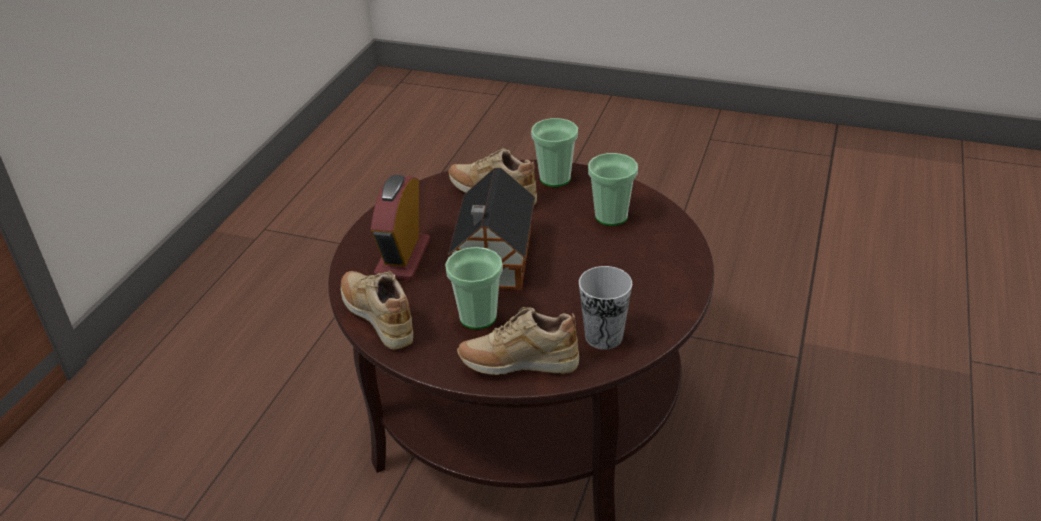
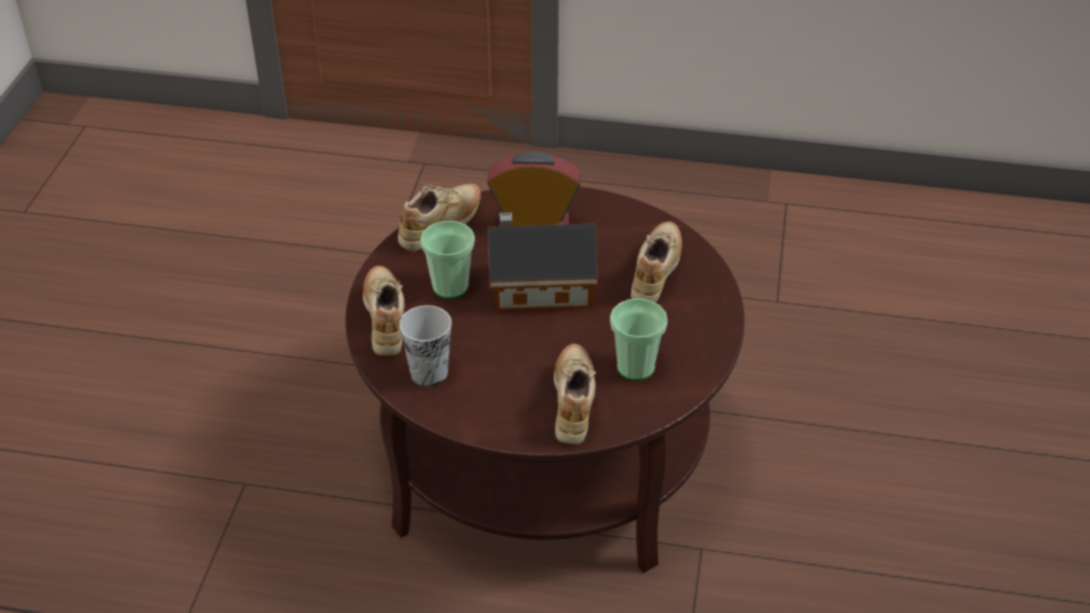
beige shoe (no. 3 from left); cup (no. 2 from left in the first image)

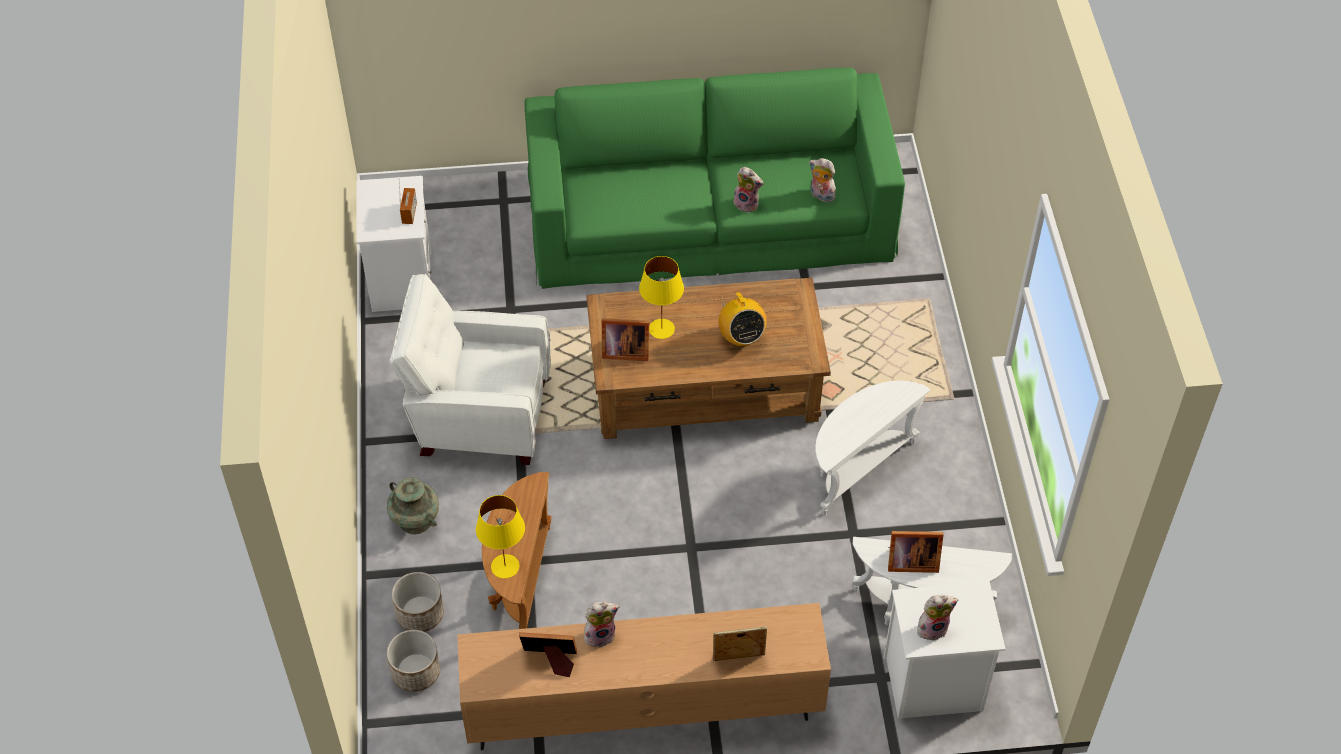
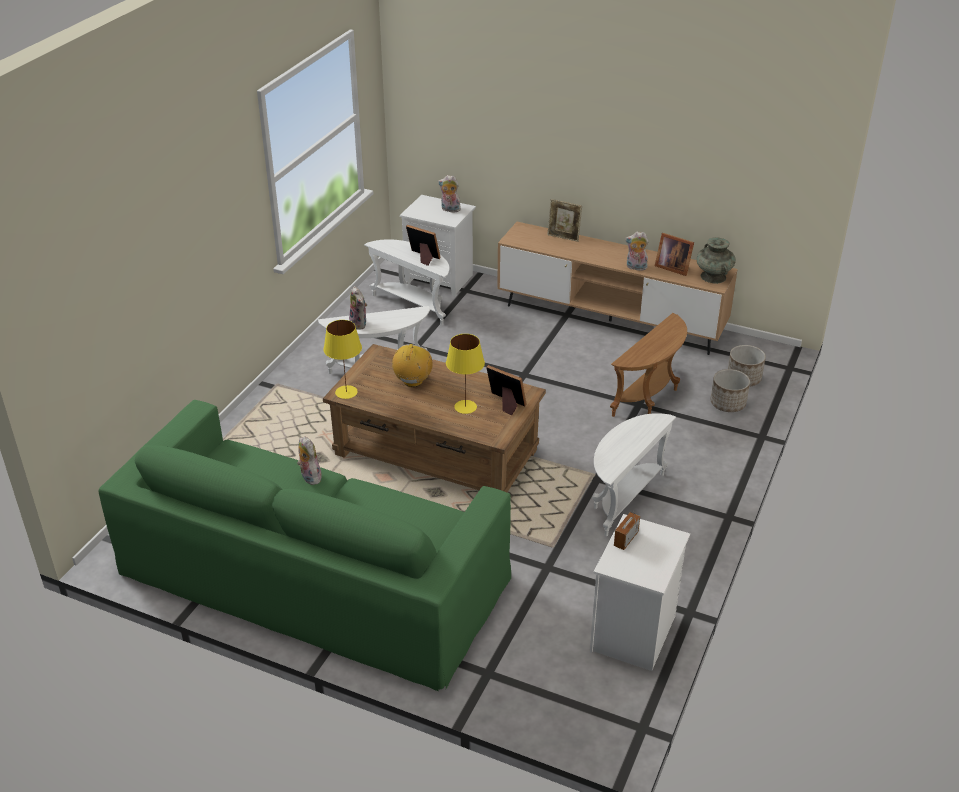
yellow table lamp (no. 1 from left); plush toy (no. 2 from left); white side table (no. 3 from left); turquoise vase

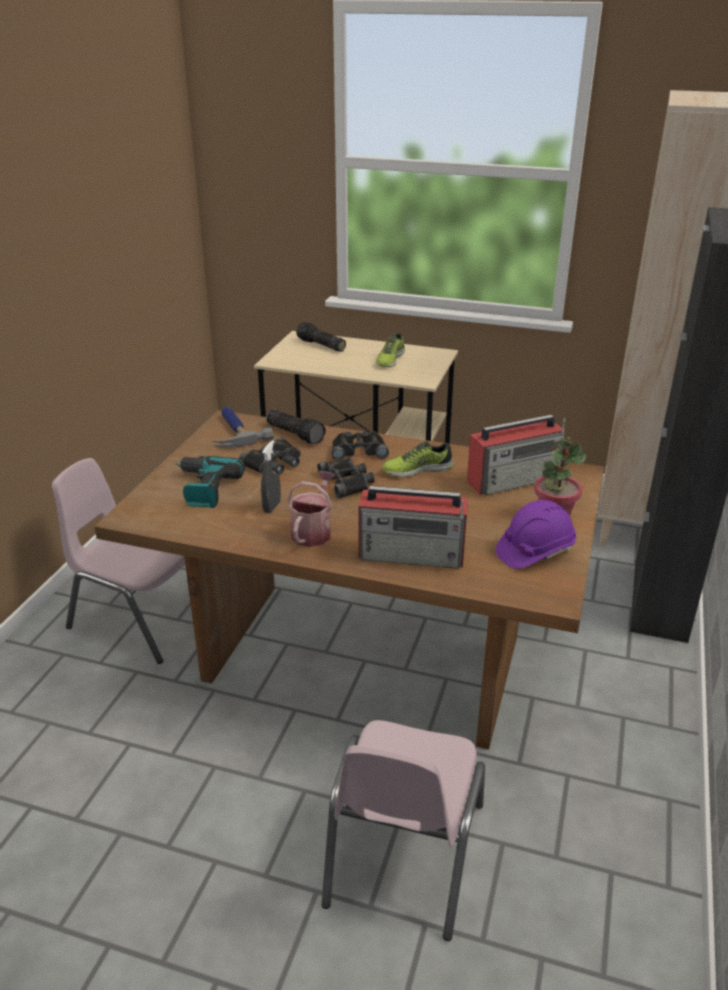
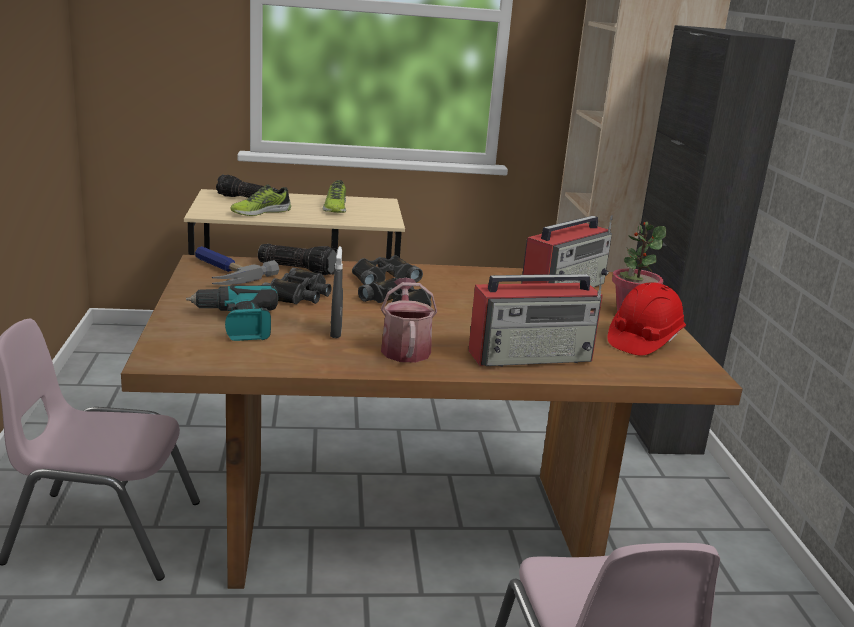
shoe (no. 1 from left); red hard hat

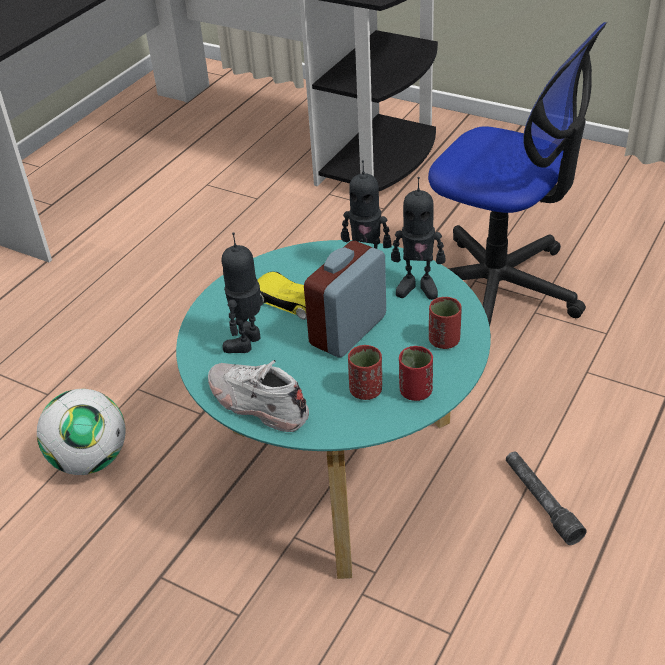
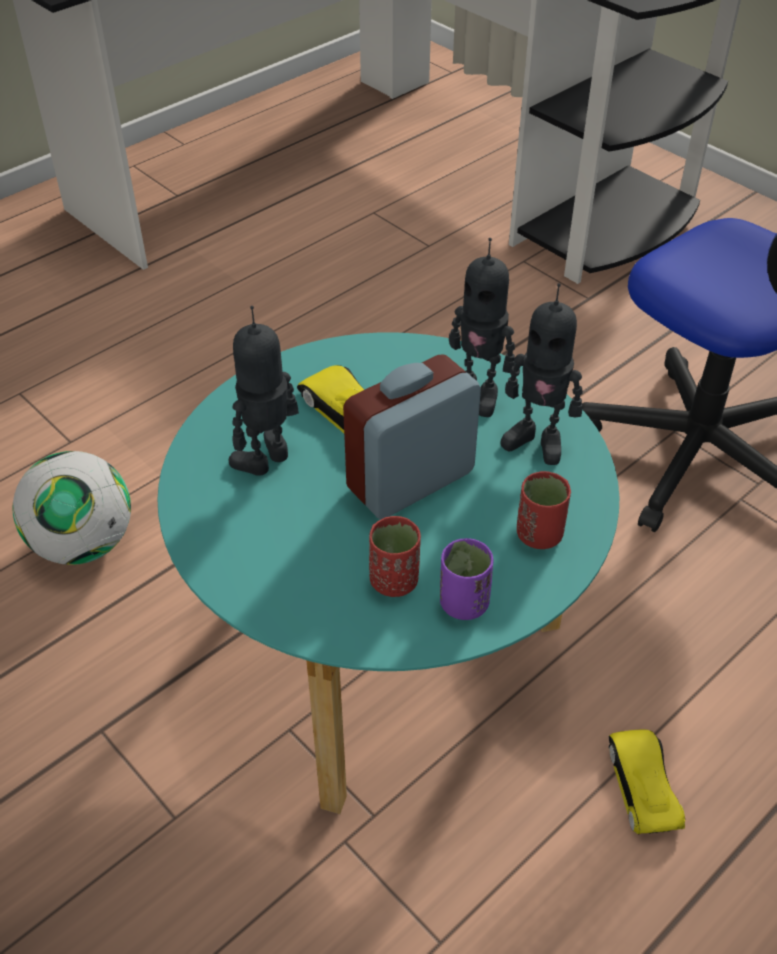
purple cup; yellow toy car (no. 2 from left); white shoe

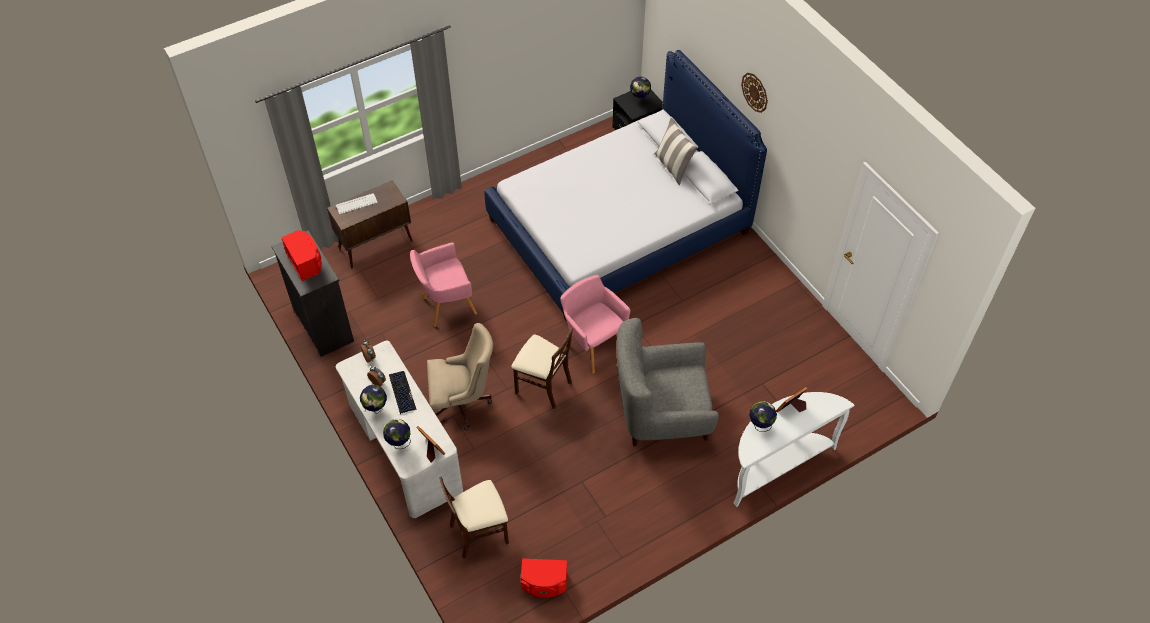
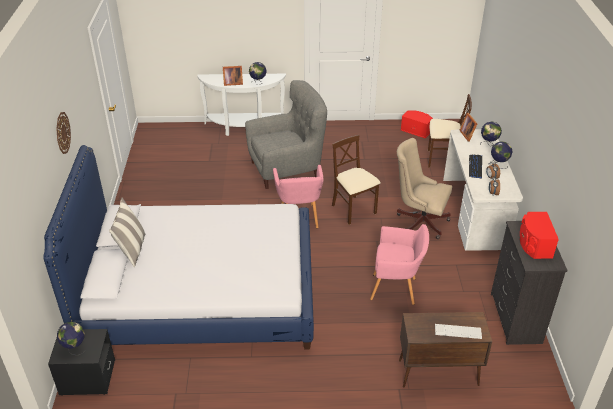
grey armchair

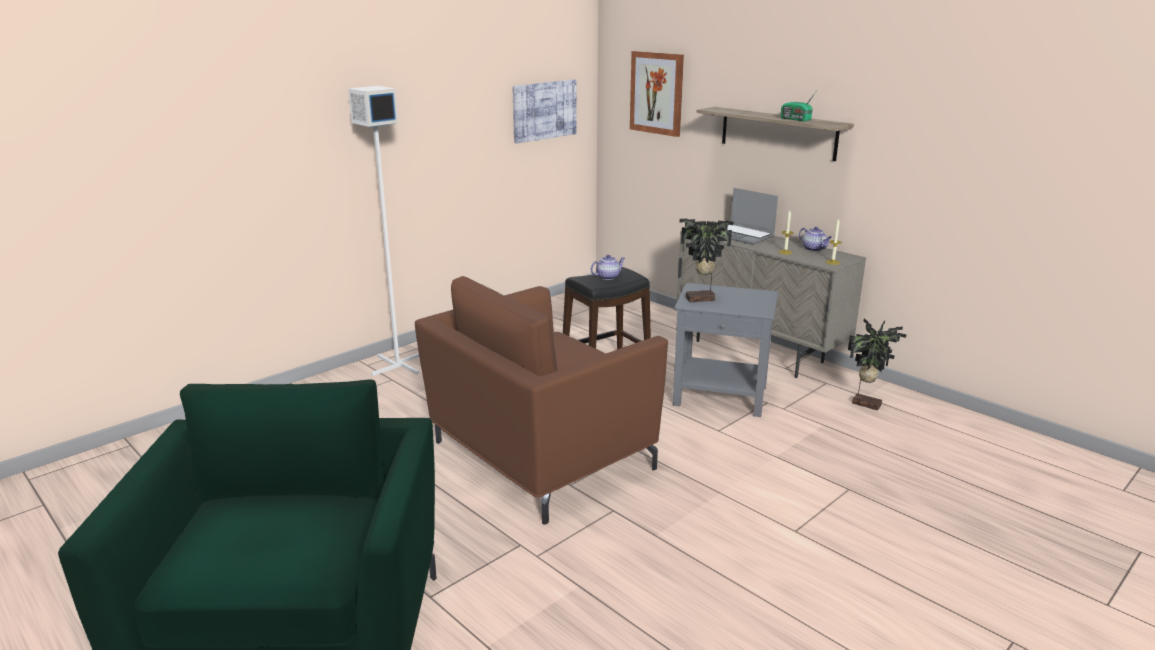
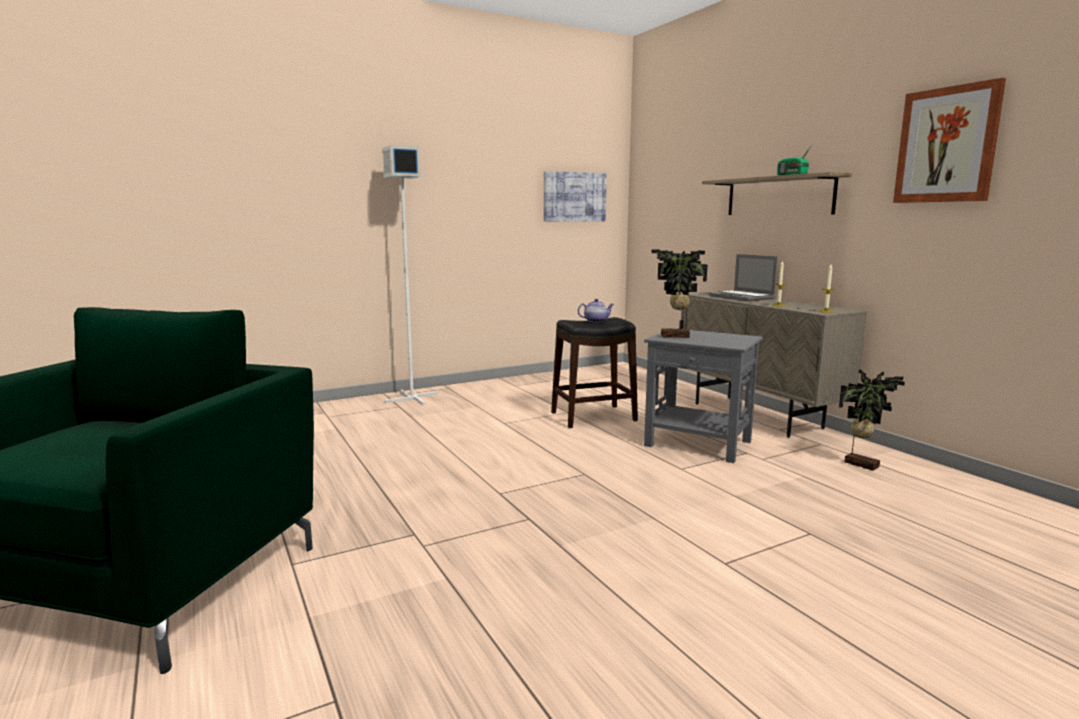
picture (no. 2 from left); brown armchair; teapot (no. 2 from left in the first image)

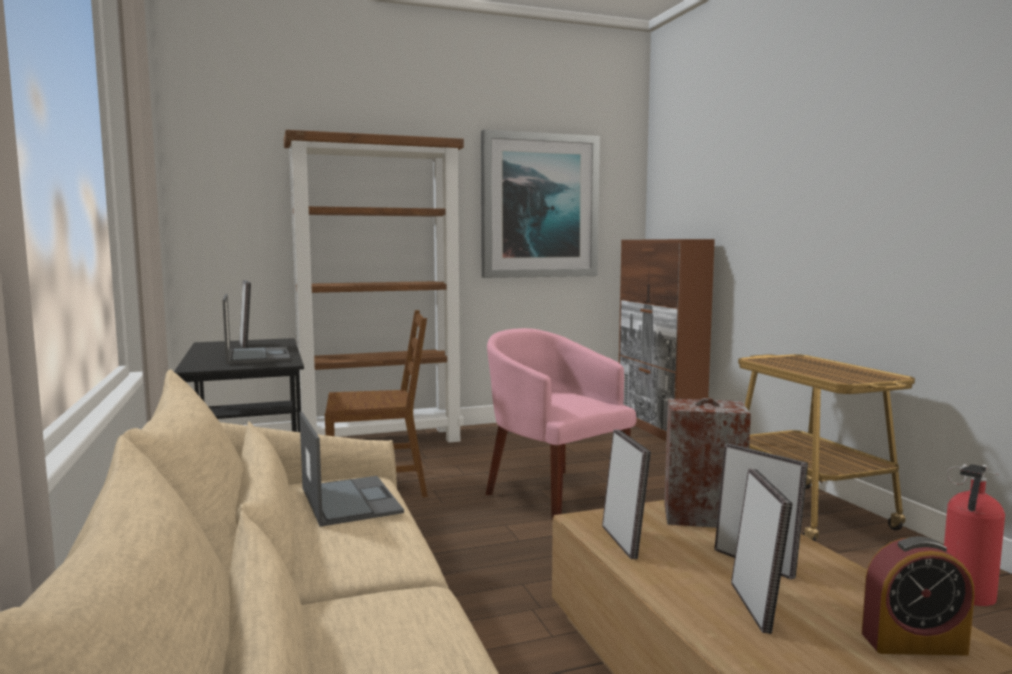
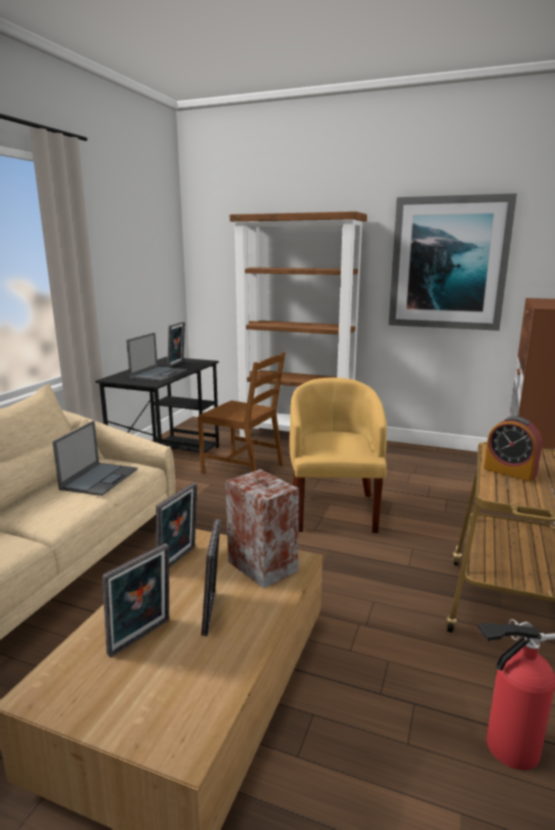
yellow armchair; alarm clock

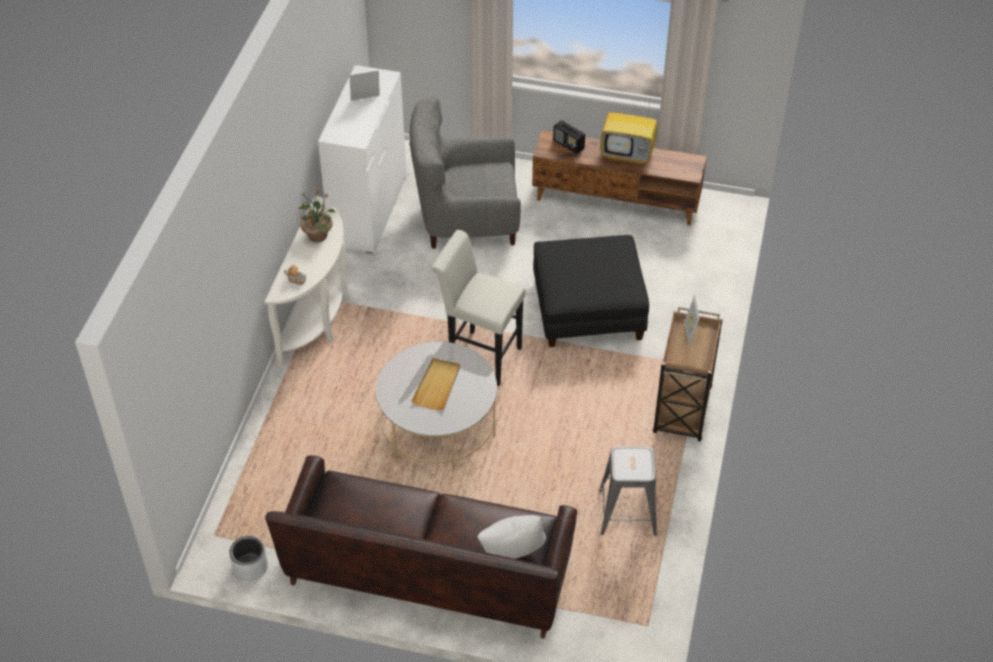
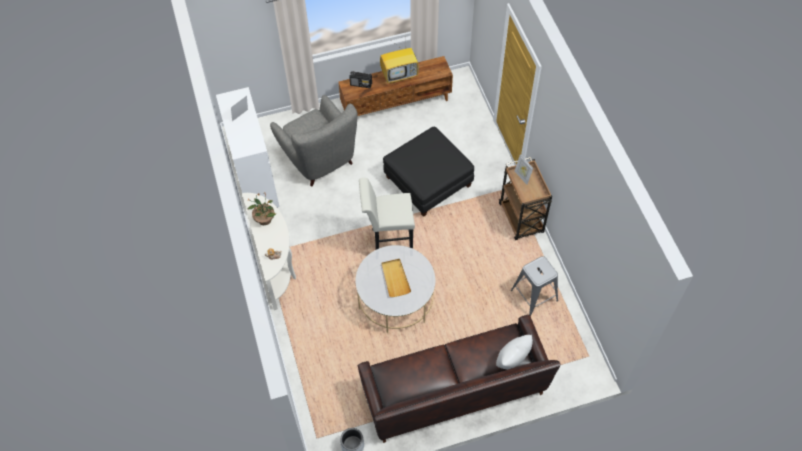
grey armchair

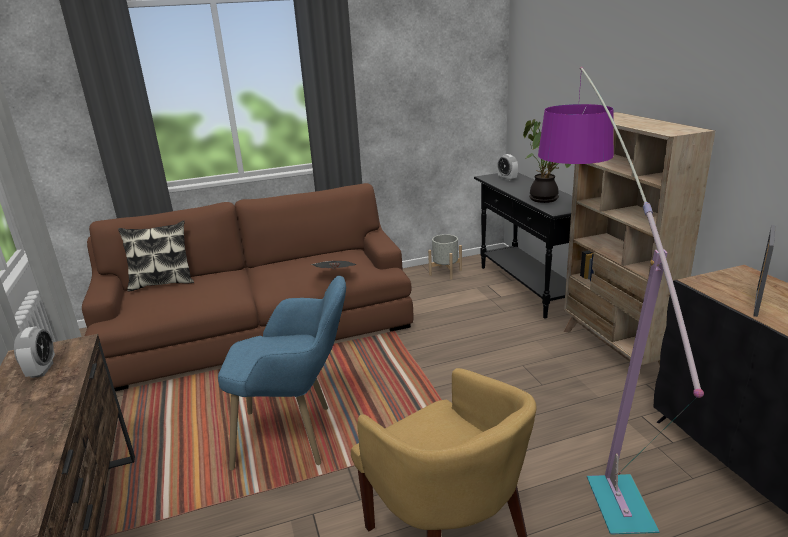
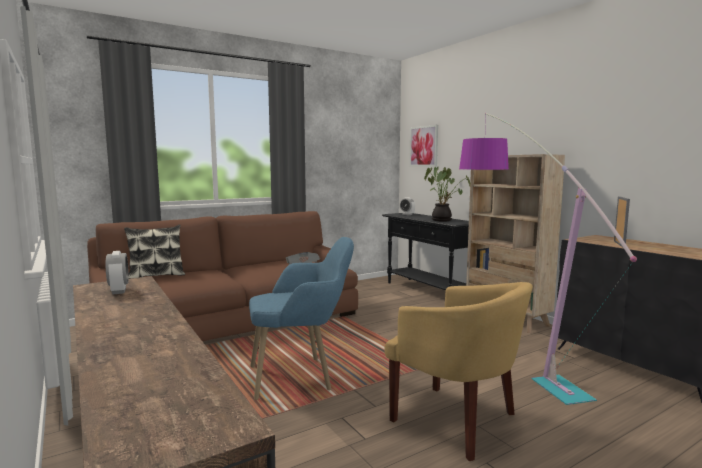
picture; grey planter

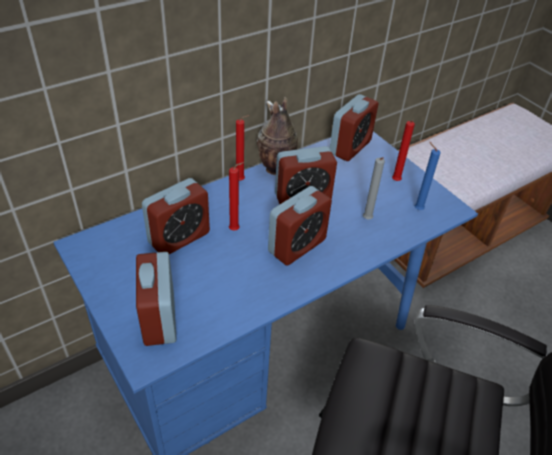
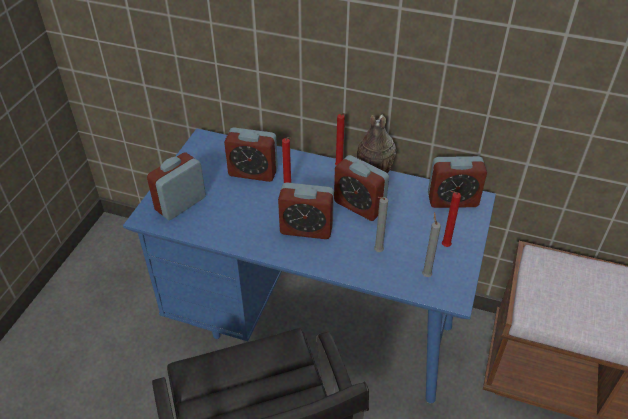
grey candle (no. 2 from left)

